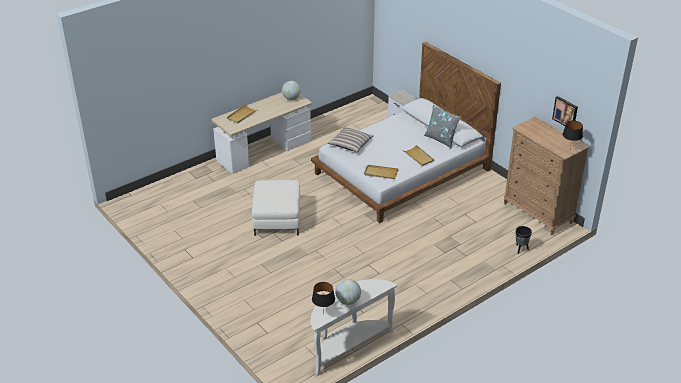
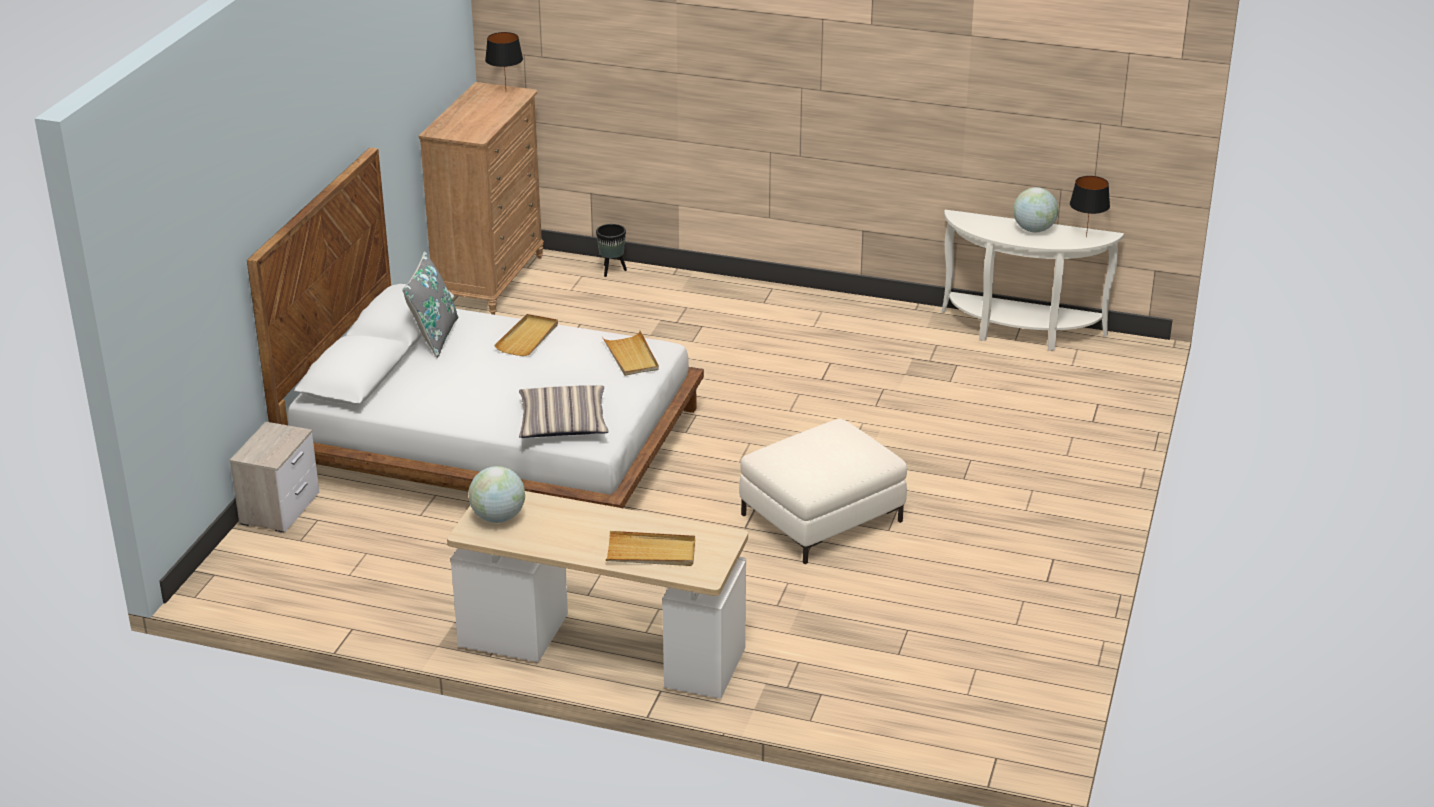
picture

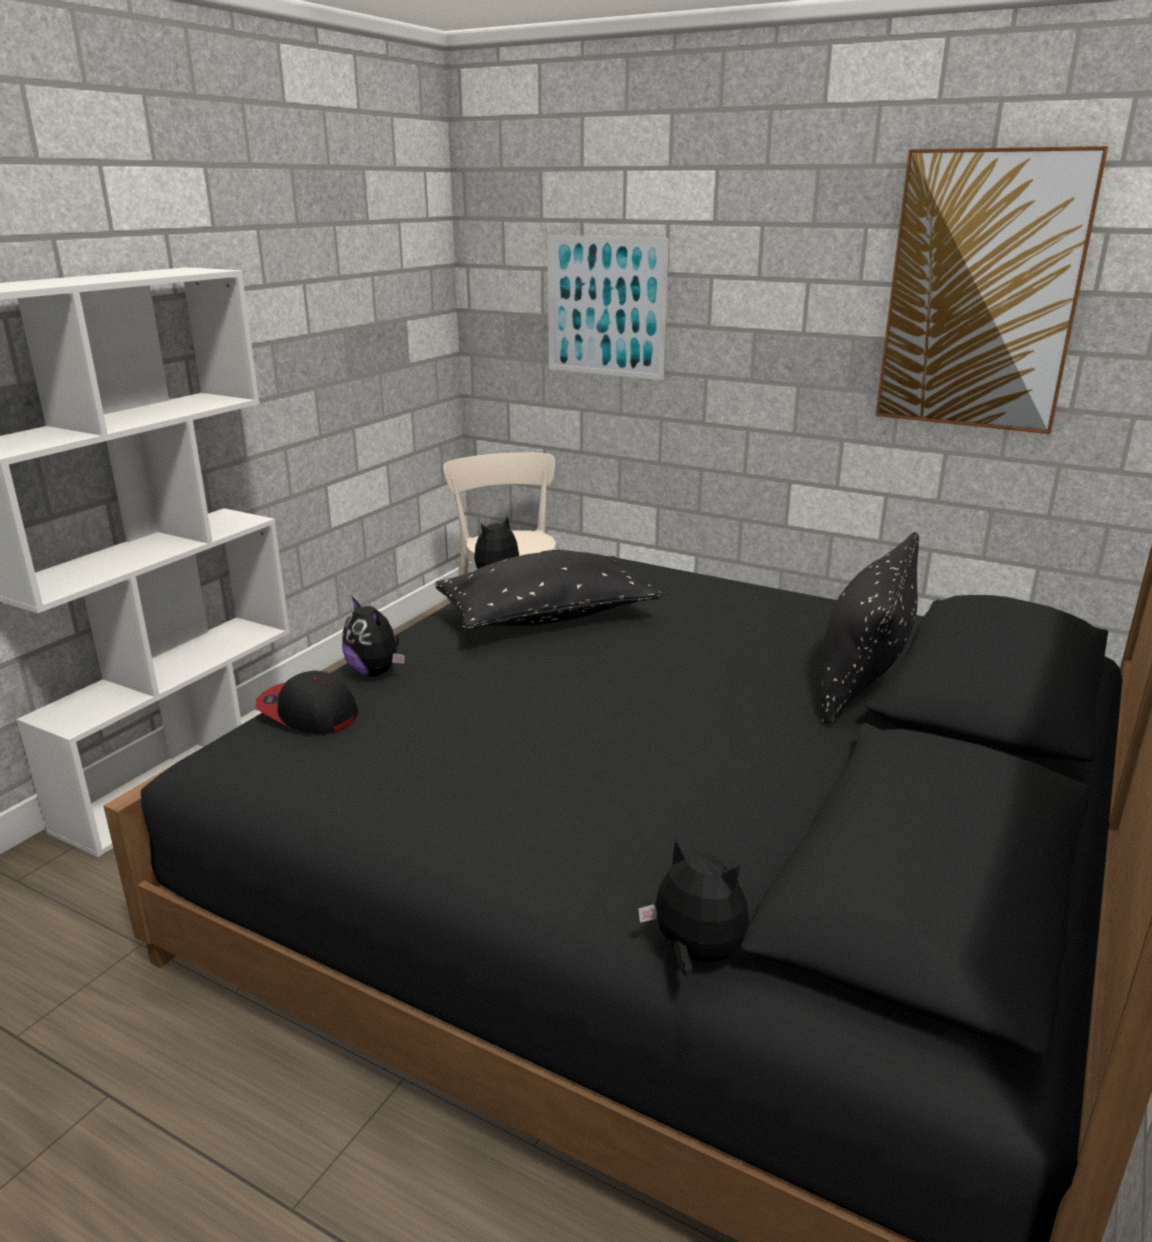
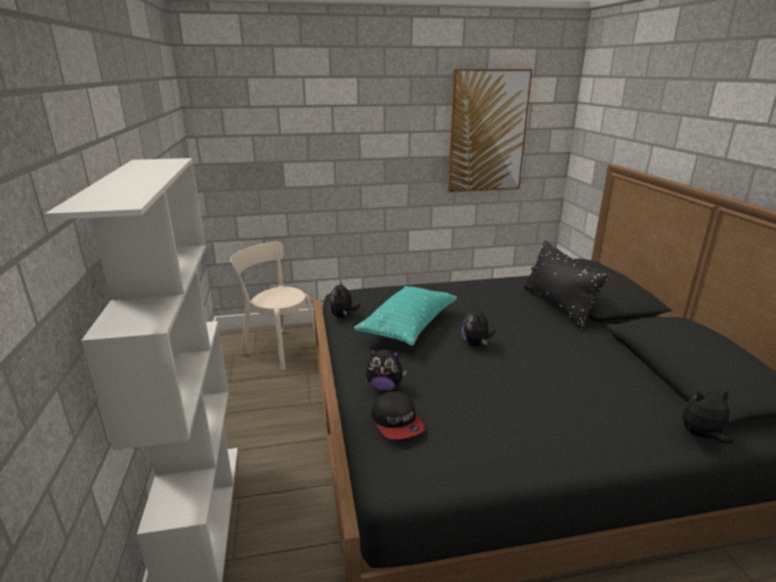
turquoise pillow; cap; plush toy (no. 3 from left); picture (no. 1 from left in the first image)

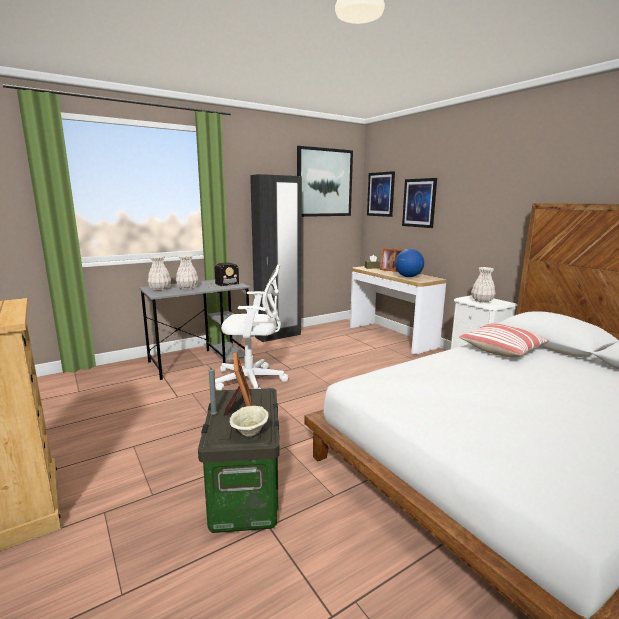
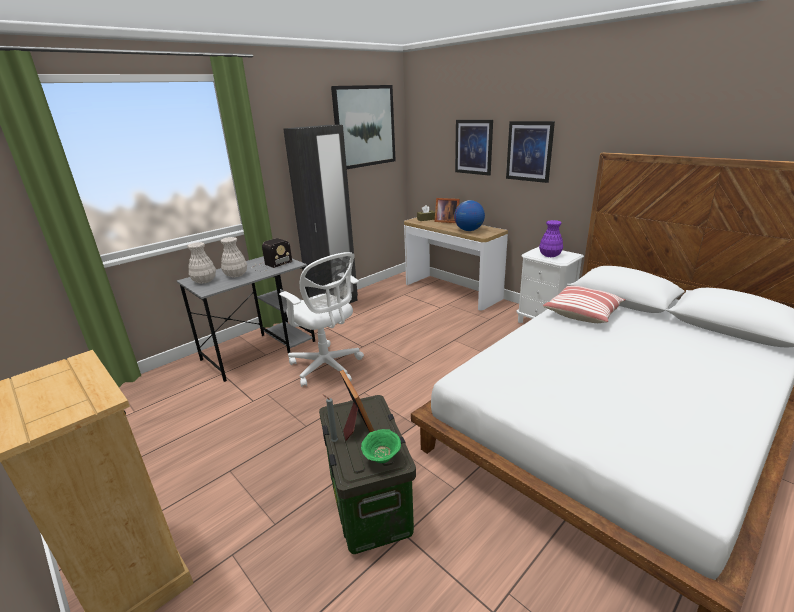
white office chair; green bowl; picture (no. 3 from left); purple vase

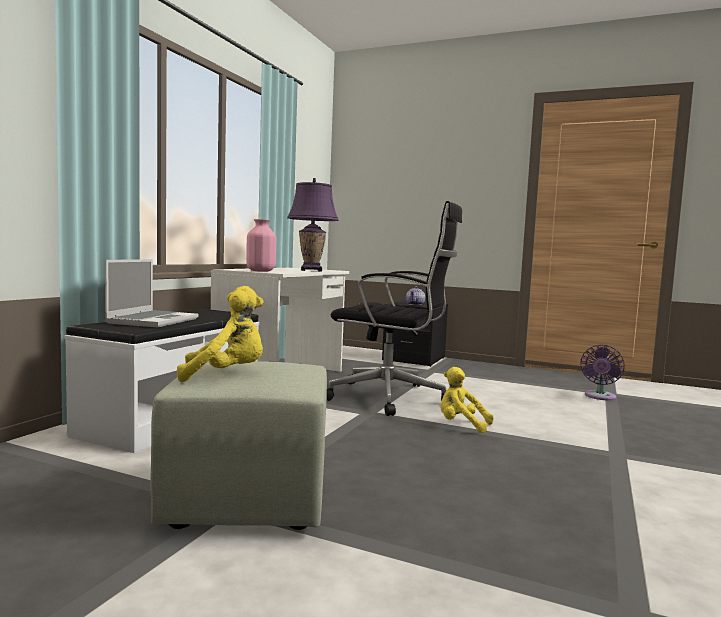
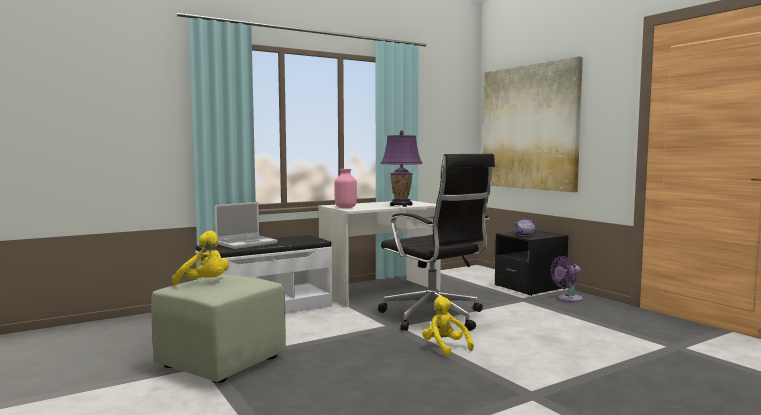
picture; purple fan

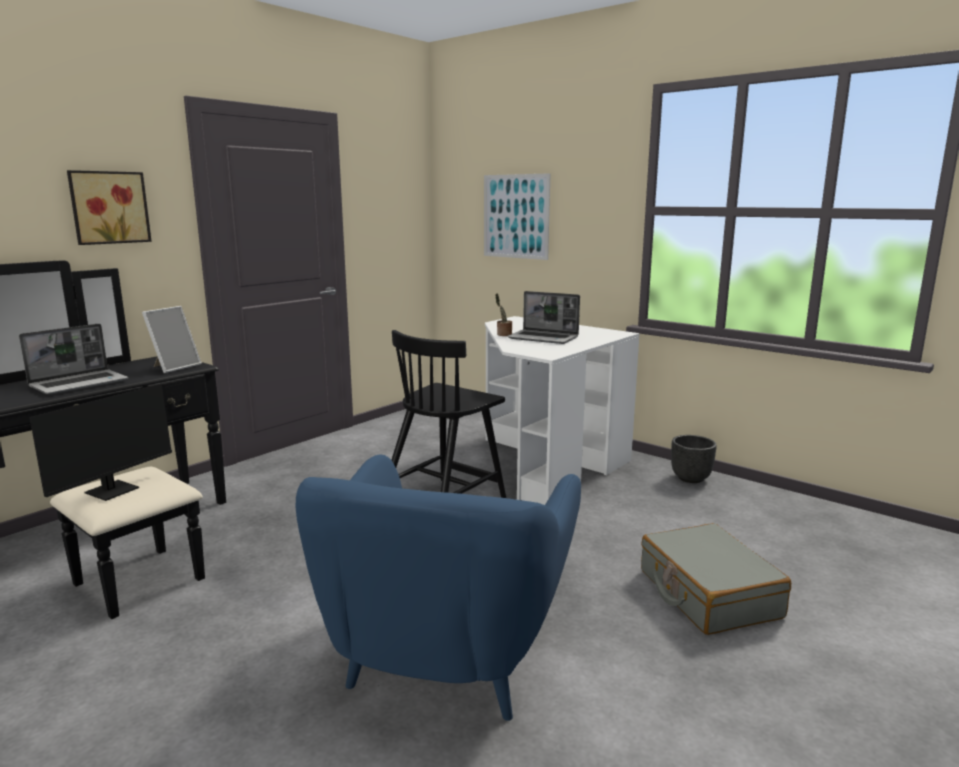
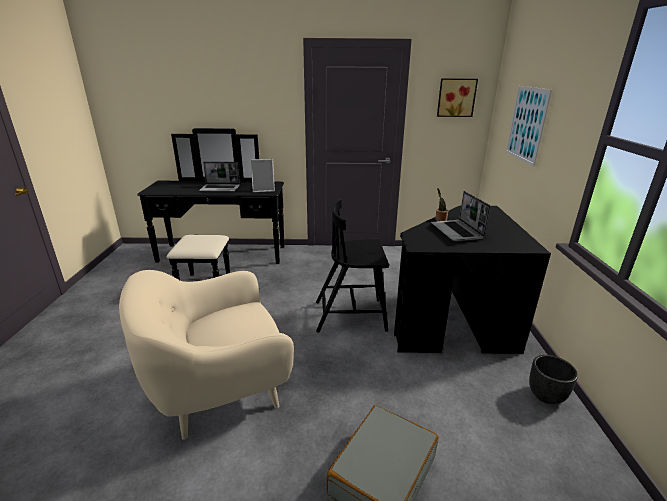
beige armchair; black desk; picture (no. 1 from left); monitor

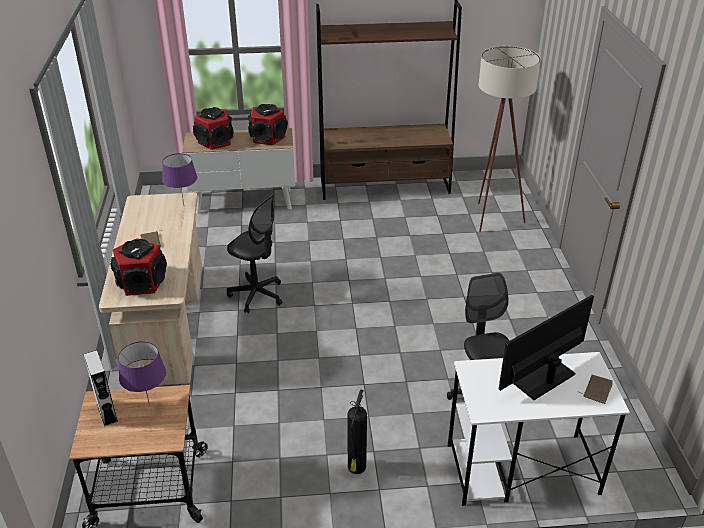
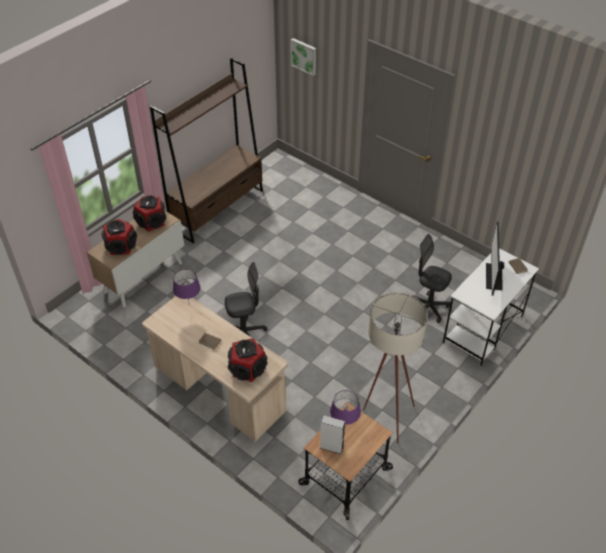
picture; beige floor lamp; fire extinguisher

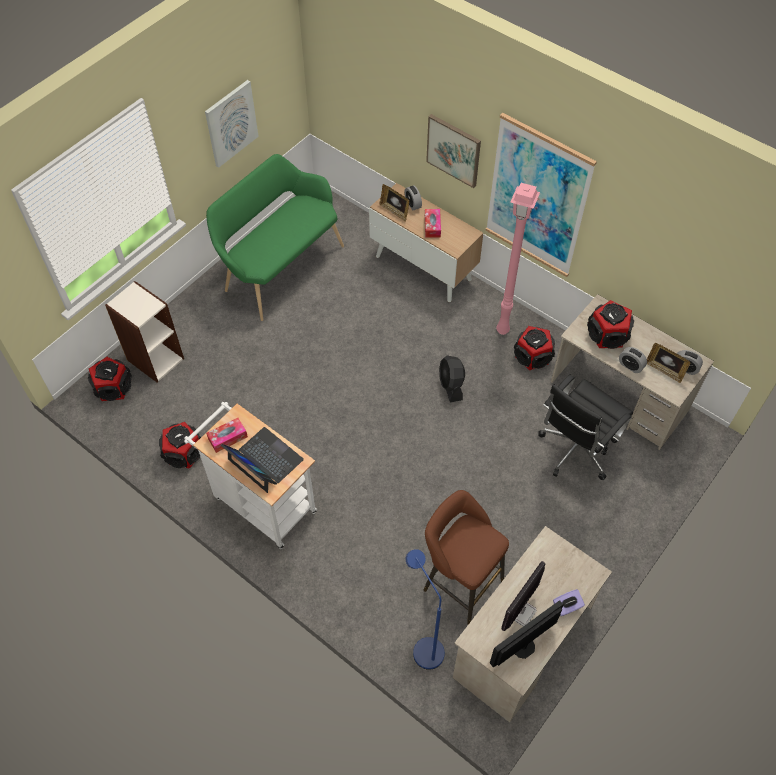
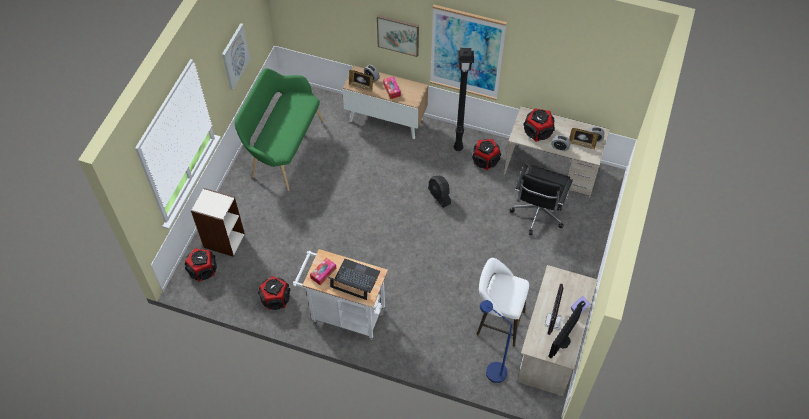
black floor lamp; white stool

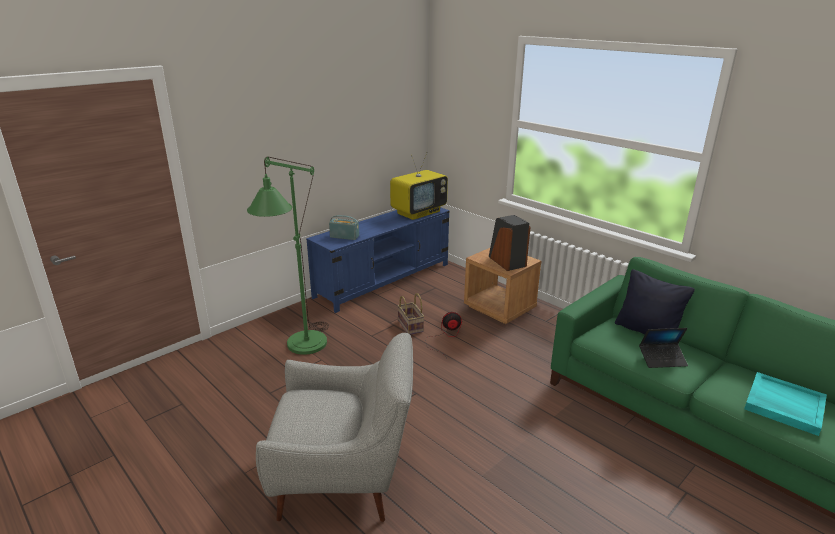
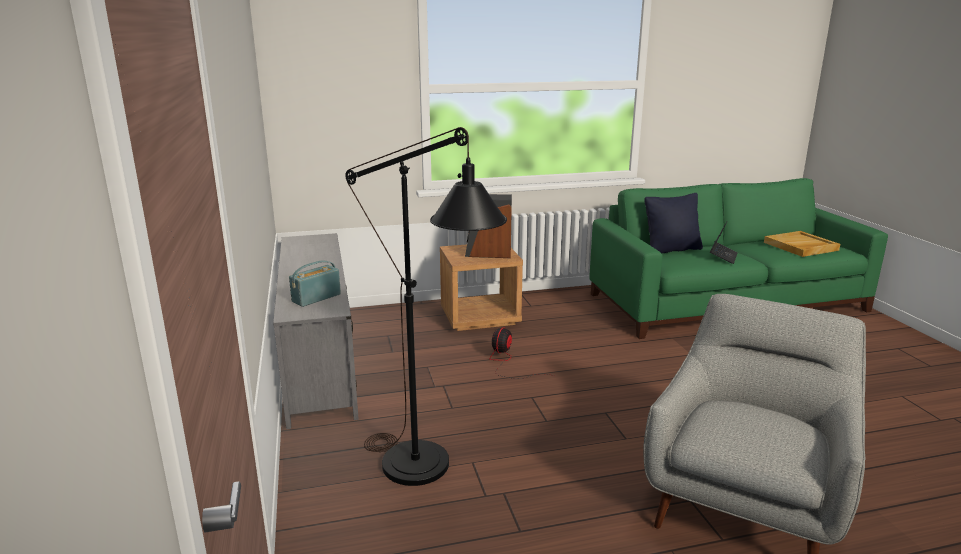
grey tv stand; black floor lamp; beige tray; television; basket

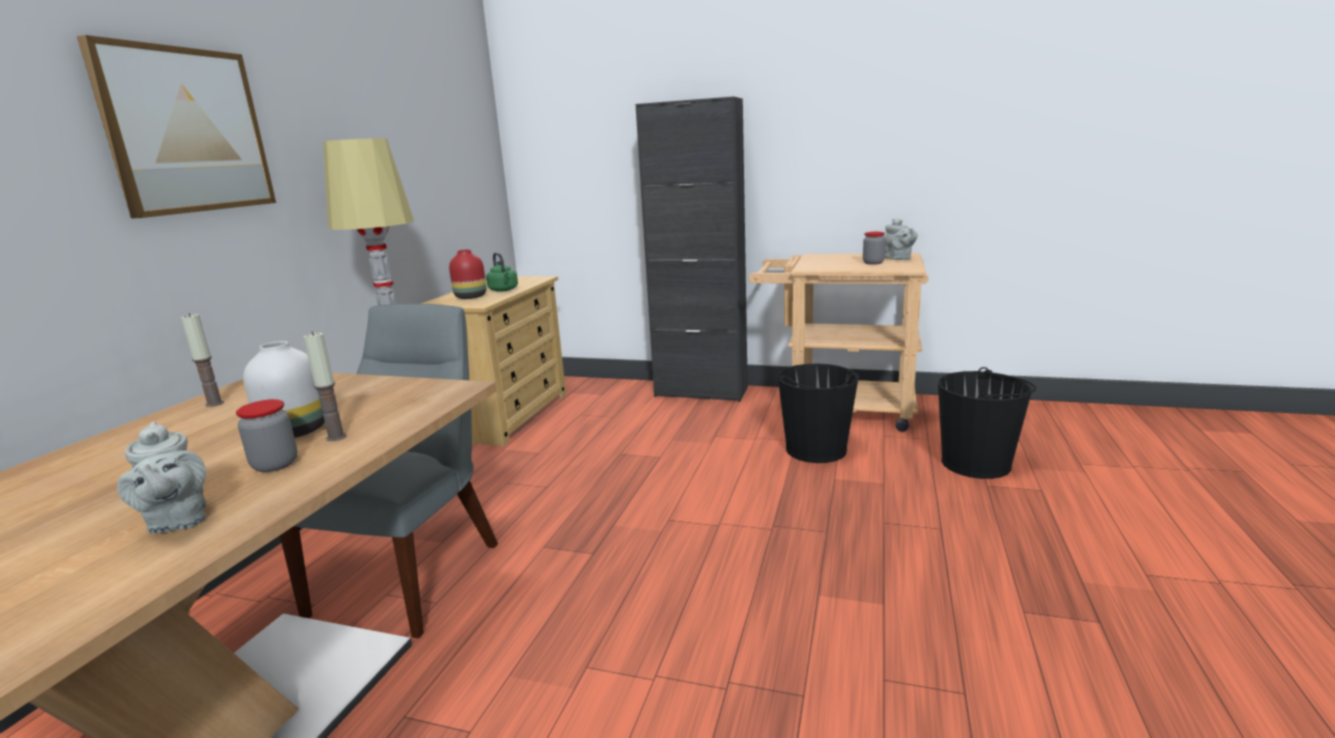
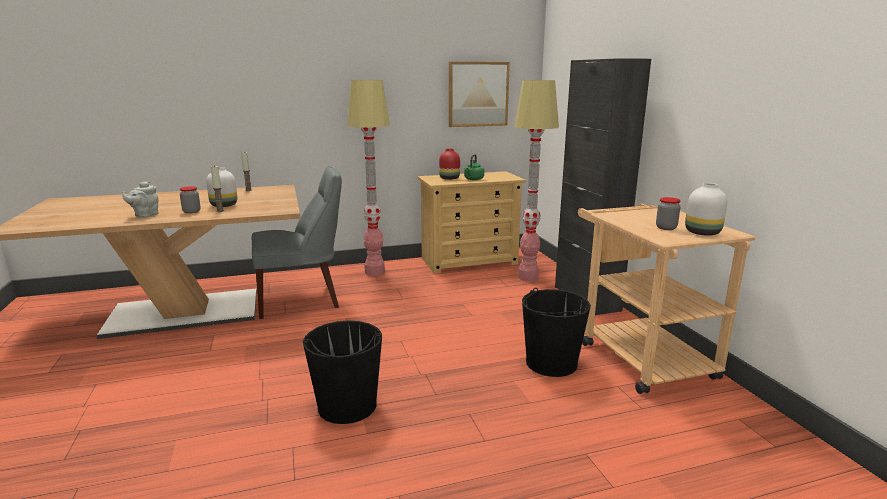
black bucket (no. 1 from left); picture; floor lamp (no. 2 from left); white vase (no. 2 from left)

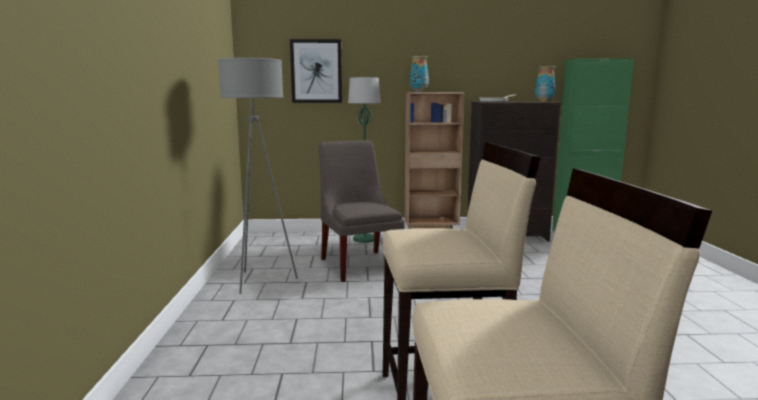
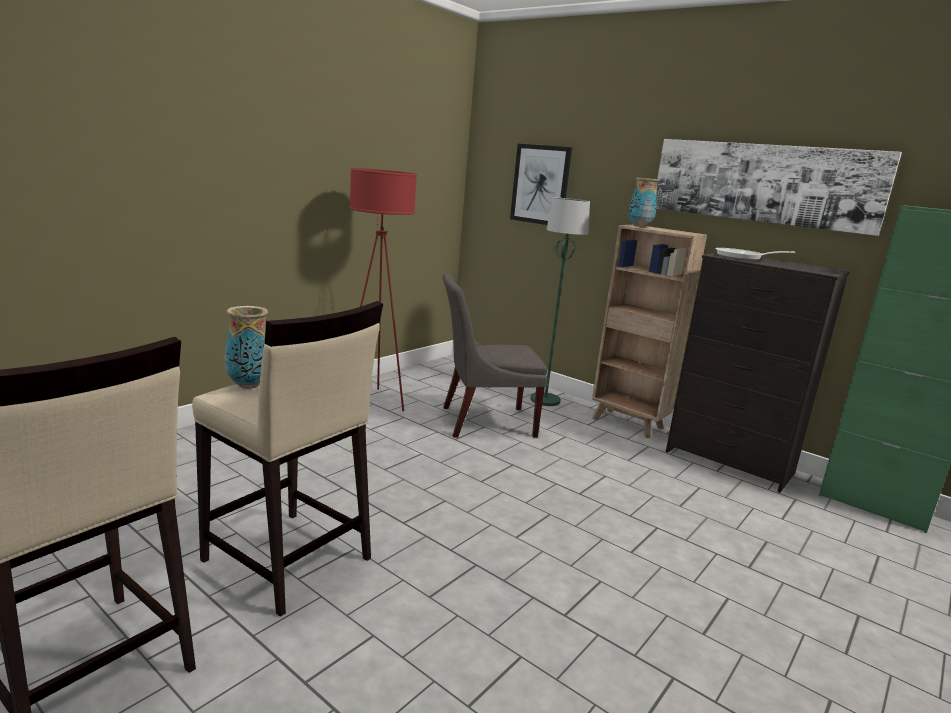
vase (no. 1 from left); red floor lamp; grey chair; picture (no. 2 from left)

